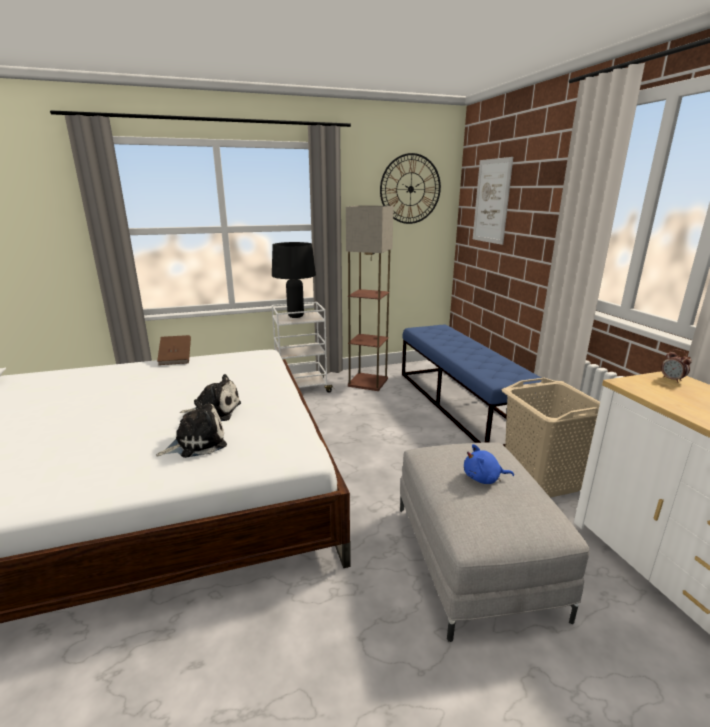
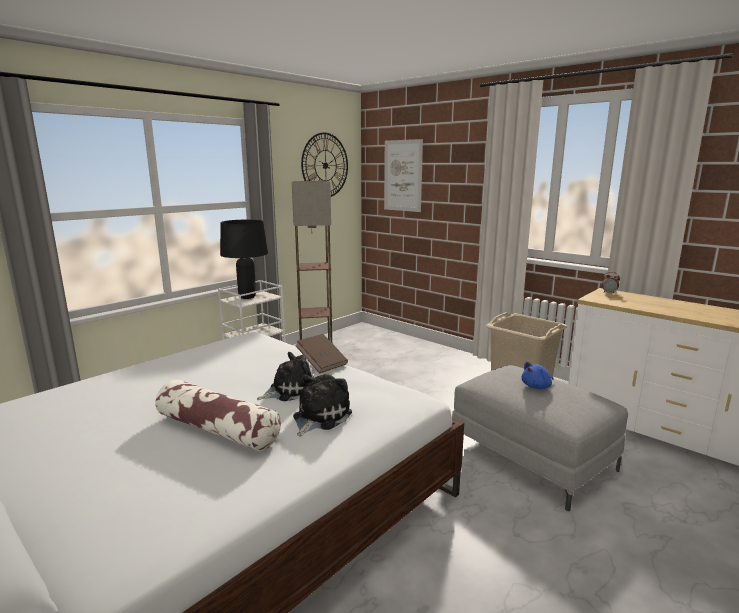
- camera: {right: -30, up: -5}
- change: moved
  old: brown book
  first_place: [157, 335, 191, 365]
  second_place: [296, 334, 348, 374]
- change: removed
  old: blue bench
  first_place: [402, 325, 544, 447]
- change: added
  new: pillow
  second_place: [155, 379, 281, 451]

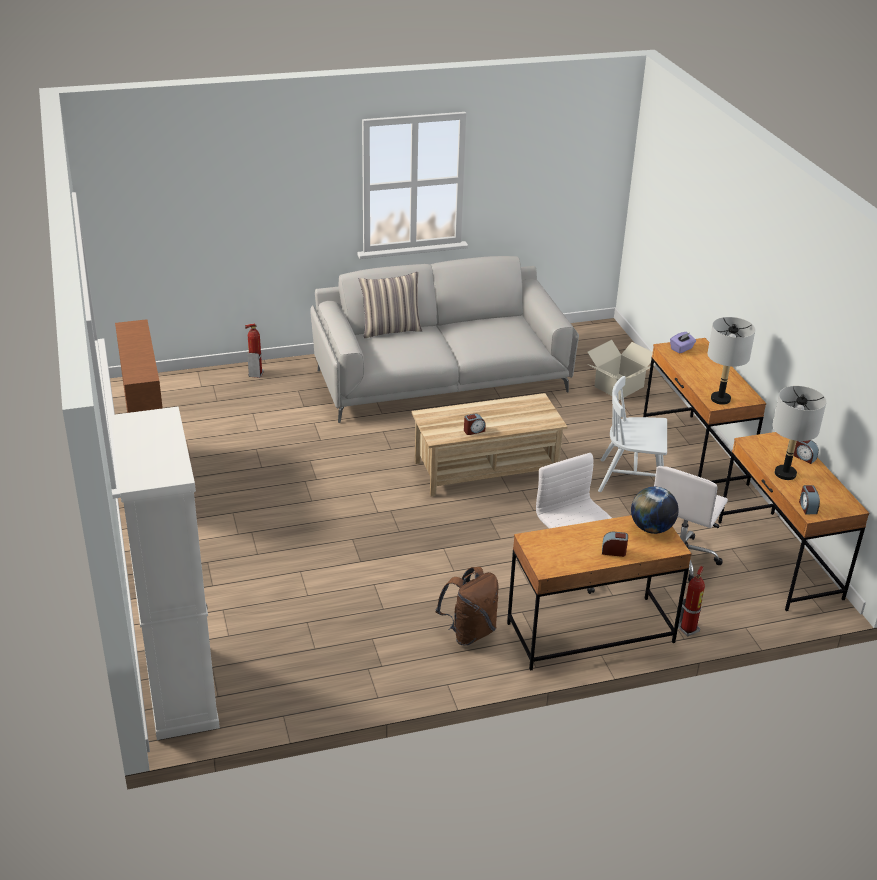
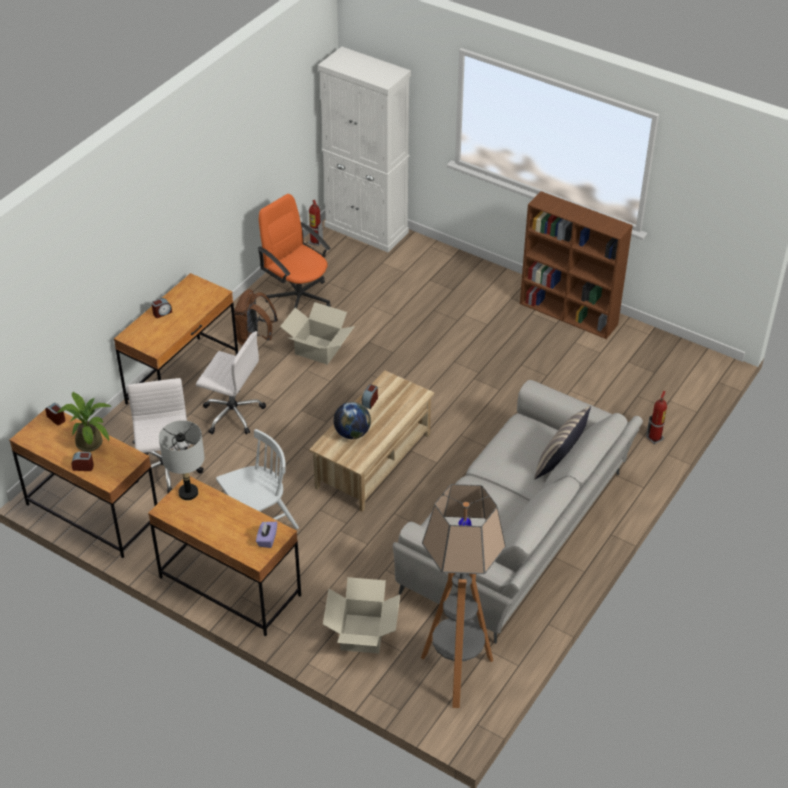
- camera: {right: 140, up: 10}
- change: moved
  old: globe
  first_place: [631, 487, 679, 534]
  second_place: [333, 402, 371, 439]
- change: moved
  old: fire extinguisher
  first_place: [678, 566, 705, 637]
  second_place: [309, 200, 323, 246]
- change: replaced
  old: grey table lamp
  new: potted plant
  first_place: [773, 386, 827, 480]
  second_place: [57, 391, 112, 452]
- change: added
  new: orange office chair
  second_place: [257, 194, 331, 308]
- change: added
  new: cardboard box
  second_place: [280, 302, 355, 365]
- change: added
  new: floor lamp
  second_place: [421, 484, 506, 708]

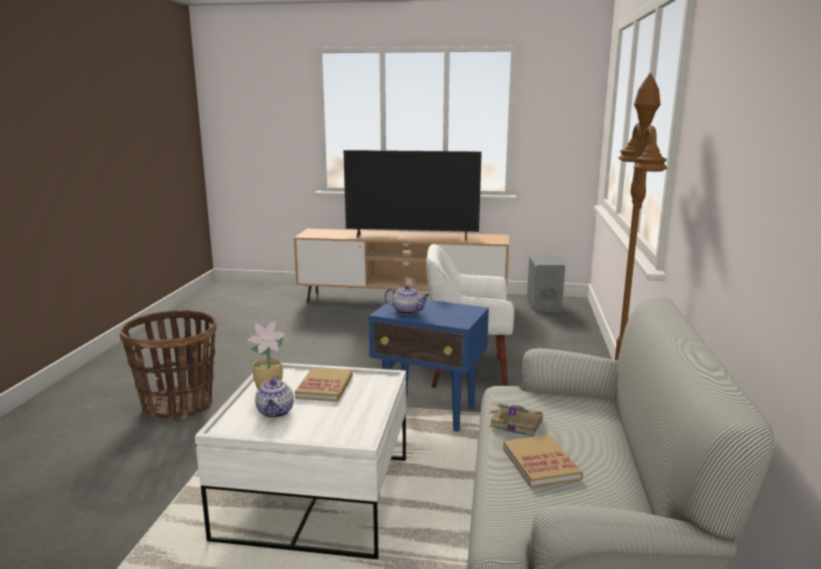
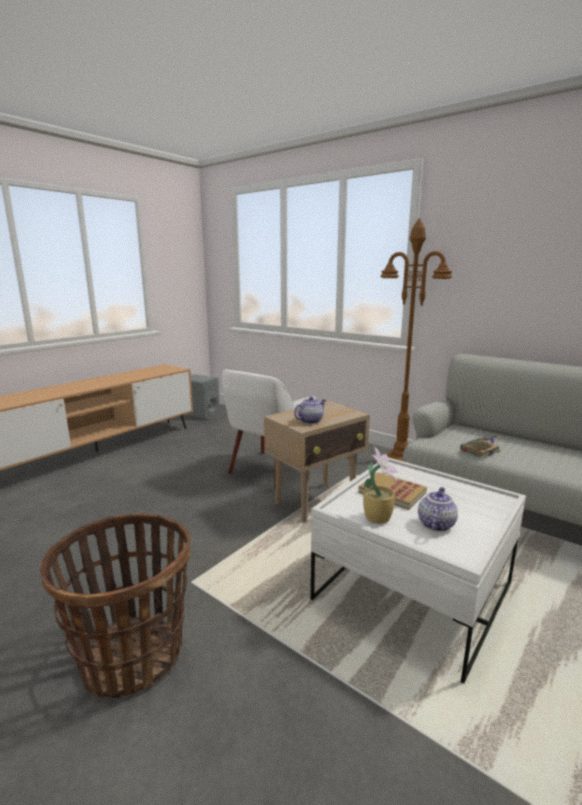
- camera: {right: -60, up: 0}
- change: turned
  old: teapot
  first_place: [255, 375, 294, 418]
  second_place: [418, 487, 458, 532]
  degrees: -90
- change: removed
  old: television
  first_place: [344, 150, 482, 240]
- change: recoloured
  old: blue side table
  new: beige side table
  first_place: [369, 299, 489, 432]
  second_place: [264, 401, 370, 522]
- change: removed
  old: book
  first_place: [503, 435, 583, 488]

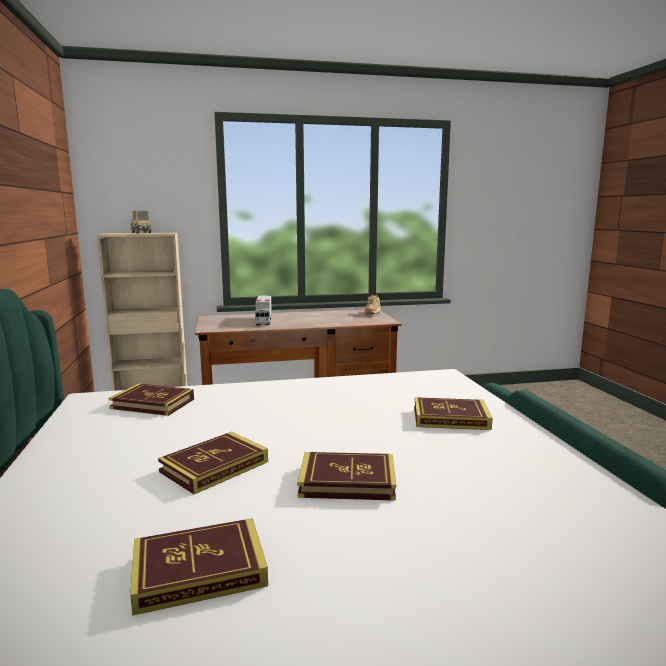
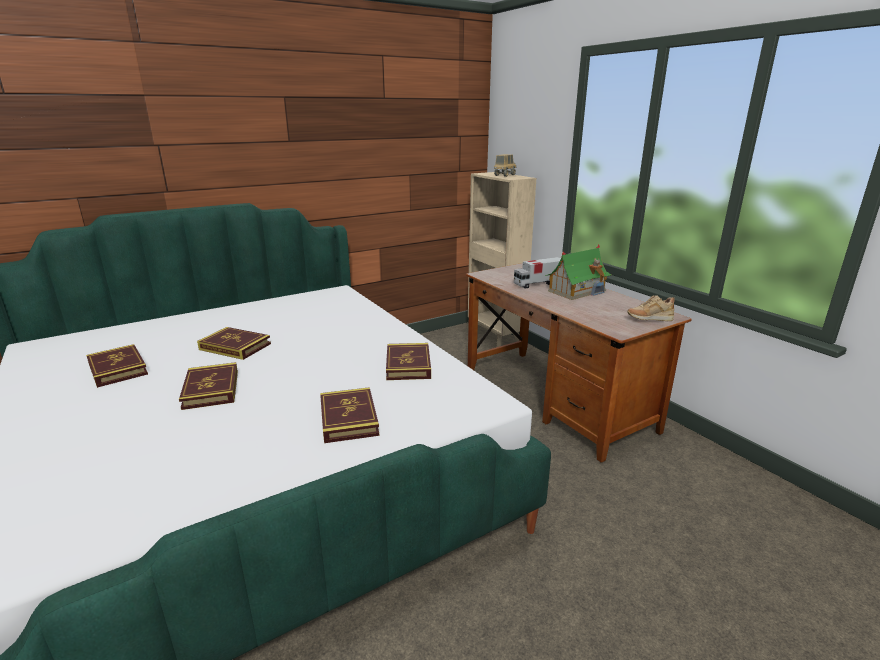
- camera: {right: 70, up: 10}
- change: moved
  old: book
  first_place: [109, 383, 194, 416]
  second_place: [386, 343, 431, 380]
- change: added
  new: toy house
  second_place: [545, 245, 612, 300]

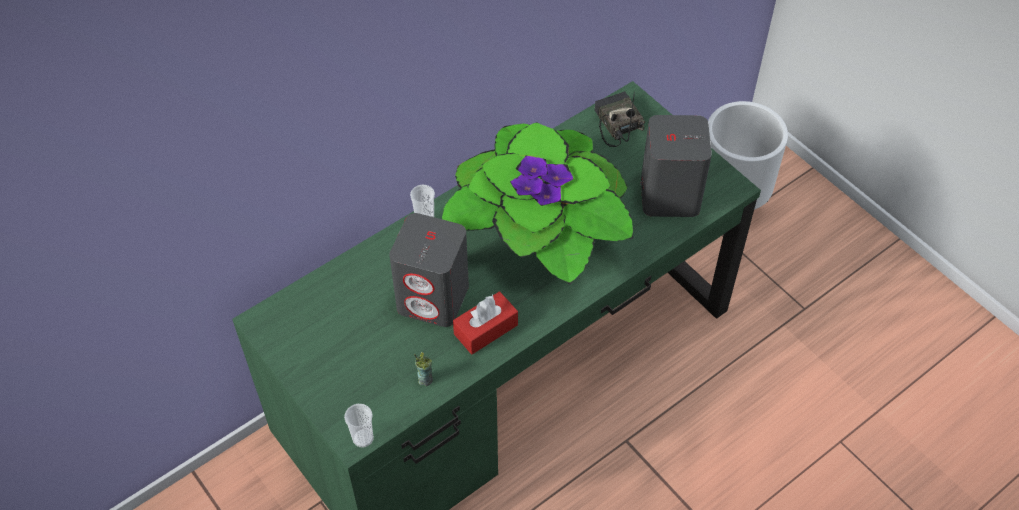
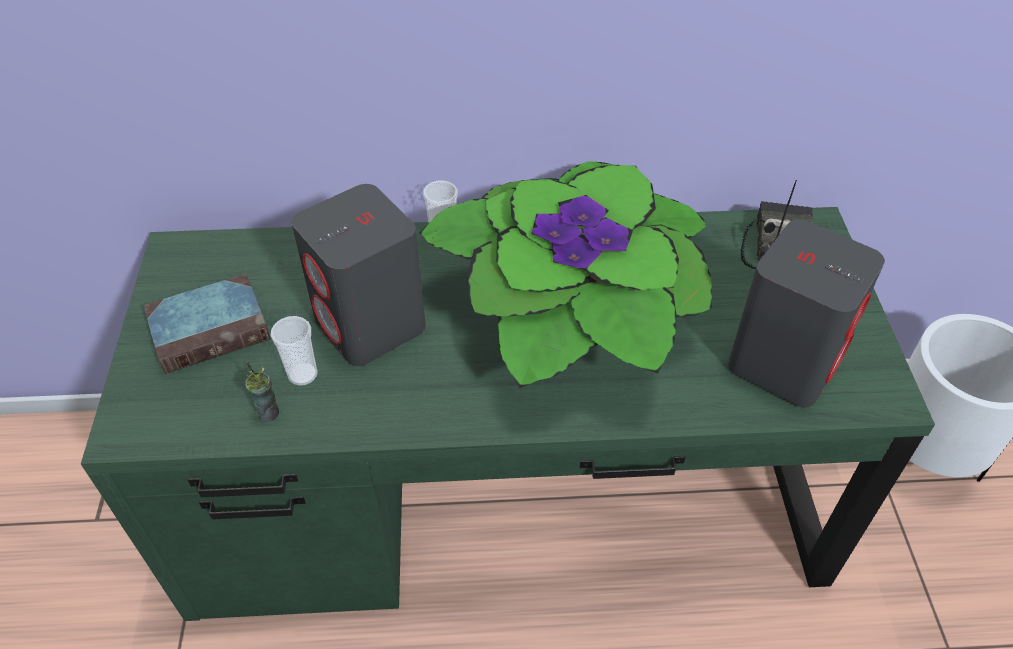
- camera: {right: 35, up: -5}
- change: moved
  old: cup
  first_place: [344, 404, 374, 448]
  second_place: [271, 316, 317, 386]
- change: removed
  old: red tissue box
  first_place: [453, 291, 518, 354]
- change: added
  new: book
  second_place: [143, 274, 271, 374]

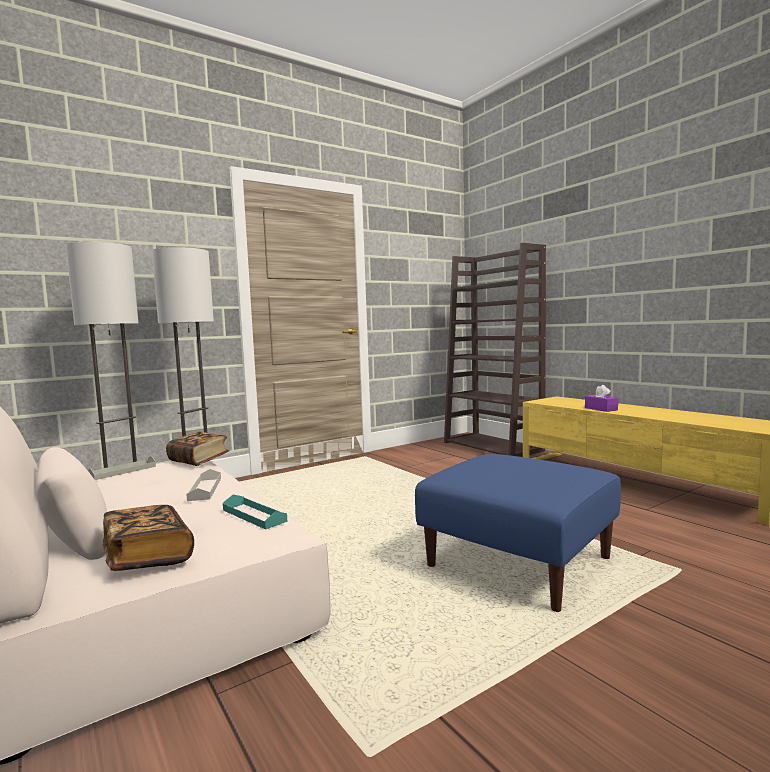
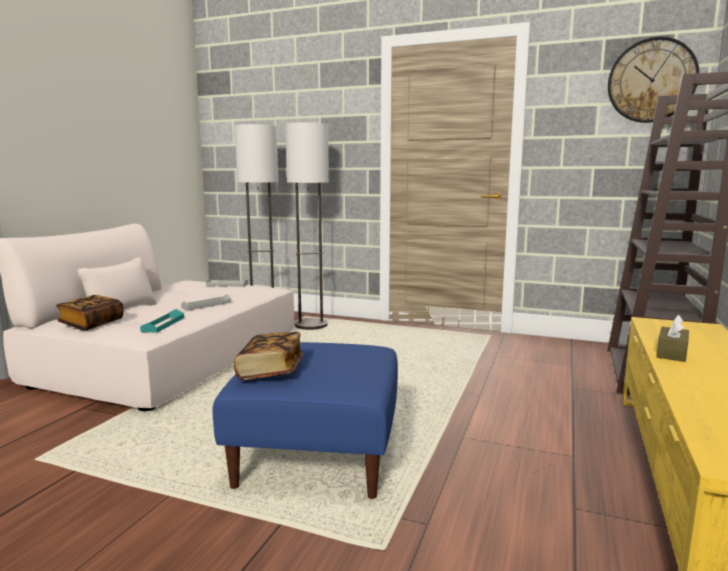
- camera: {right: 55, up: 5}
- change: moved
  old: book
  first_place: [166, 432, 229, 466]
  second_place: [234, 332, 303, 380]
- change: recoloured
  old: purple tissue box
  new: brown tissue box
  first_place: [585, 385, 618, 412]
  second_place: [656, 315, 689, 362]
- change: added
  new: wall clock
  second_place: [608, 37, 699, 123]

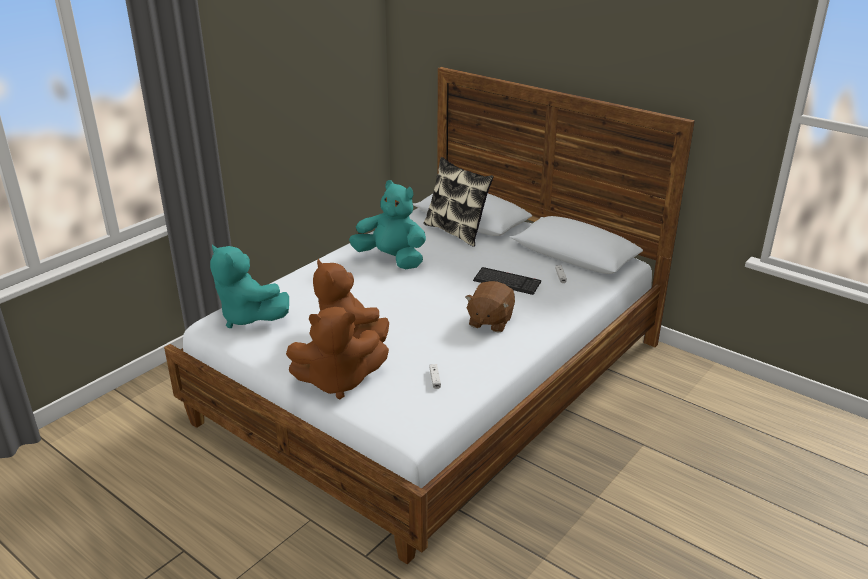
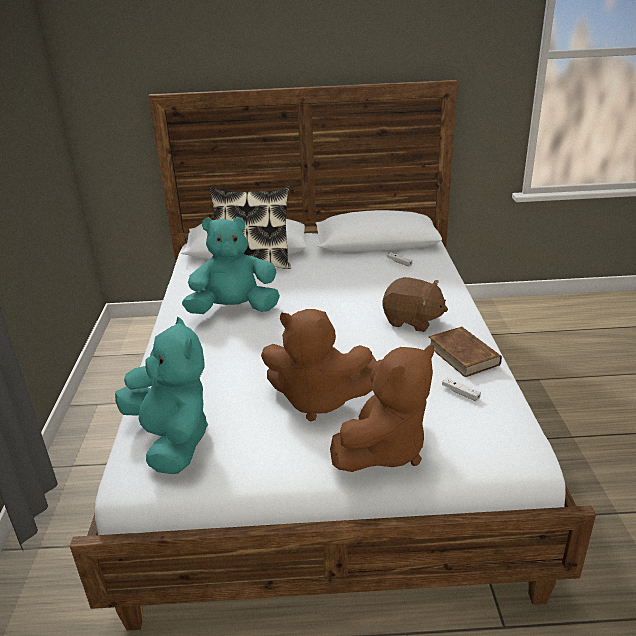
- camera: {right: -40, up: 0}
- change: turned
  old: turquoise plush toy
  first_place: [210, 245, 289, 328]
  second_place: [115, 317, 208, 474]
  degrees: -120
- change: turned
  old: brown plush toy
  first_place: [465, 281, 515, 333]
  second_place: [383, 277, 448, 332]
  degrees: -45
- change: removed
  old: keyboard
  first_place: [473, 267, 541, 295]
- change: added
  new: brown book
  second_place: [429, 326, 502, 377]

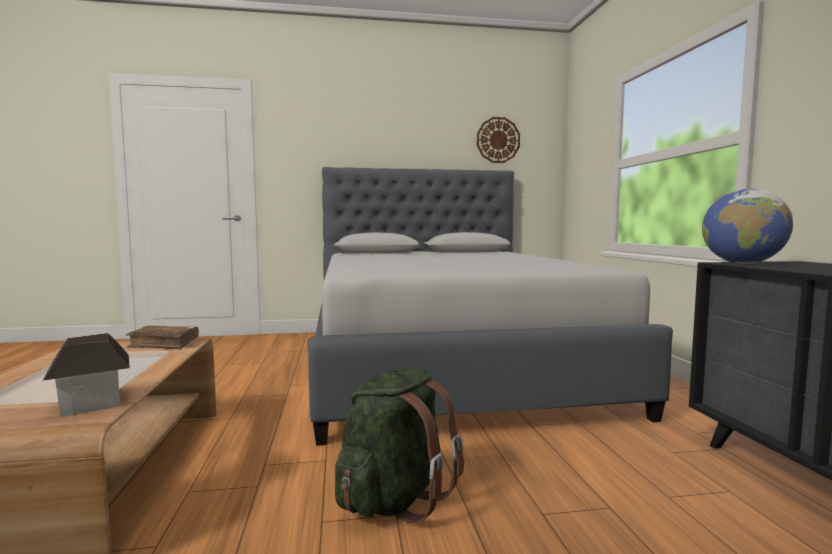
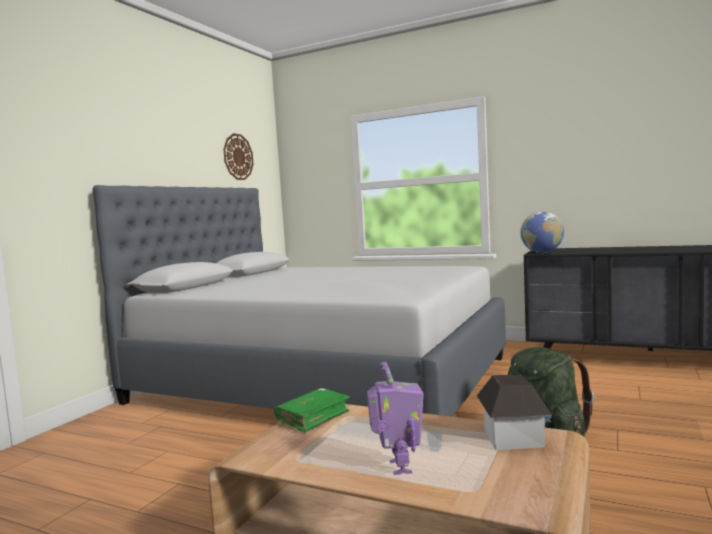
- camera: {right: -55, up: 0}
- change: recoloured
  old: brown book
  new: green book
  first_place: [126, 326, 199, 349]
  second_place: [274, 388, 350, 433]
- change: added
  new: toy robot
  second_place: [367, 361, 424, 475]

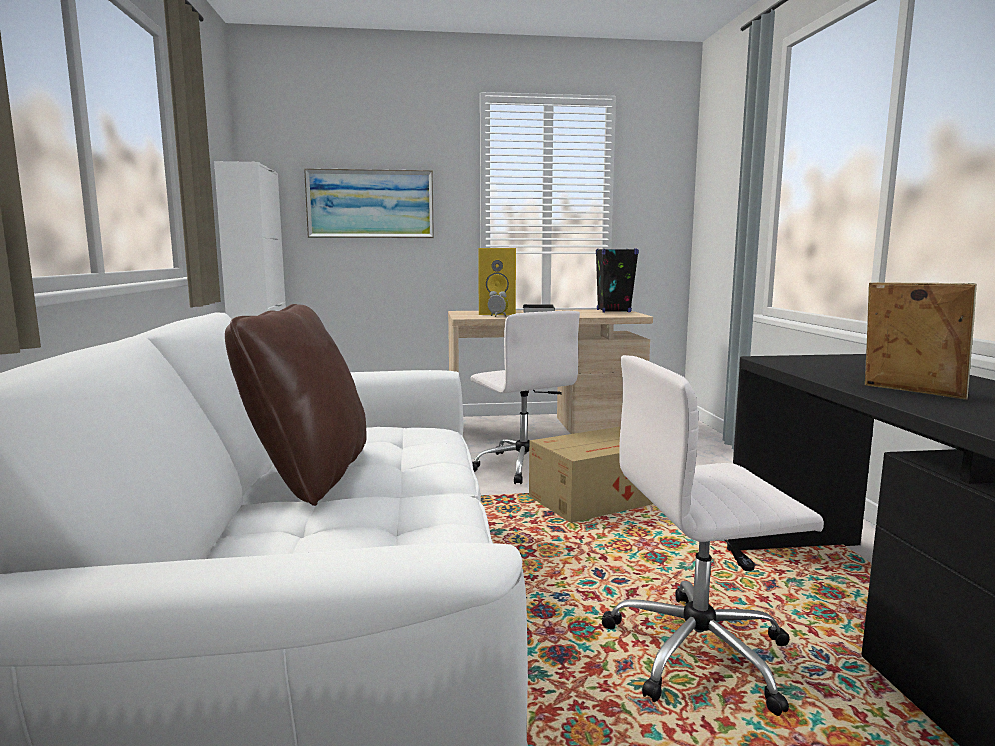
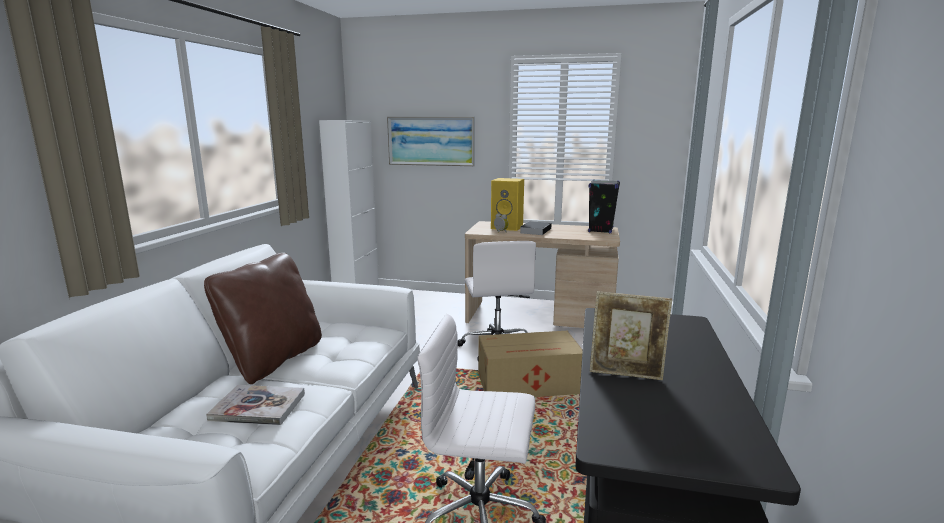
- camera: {right: 20, up: 5}
- change: turned
  old: picture frame
  first_place: [865, 282, 977, 400]
  second_place: [590, 291, 672, 380]
  degrees: 120
- change: added
  new: book
  second_place: [206, 385, 305, 425]

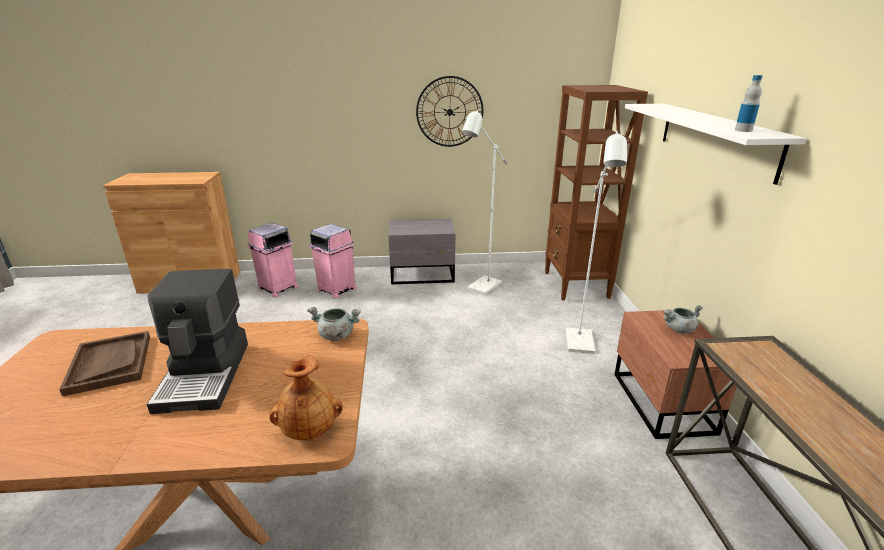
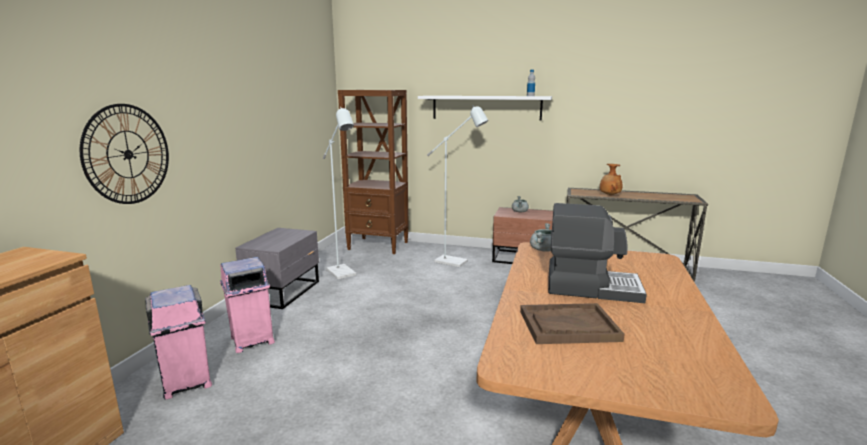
- camera: {right: -70, up: -10}
- change: moved
  old: brown vase
  first_place: [269, 355, 343, 440]
  second_place: [600, 164, 622, 195]
- change: moved
  old: wall clock
  first_place: [416, 76, 484, 147]
  second_place: [80, 104, 169, 204]

